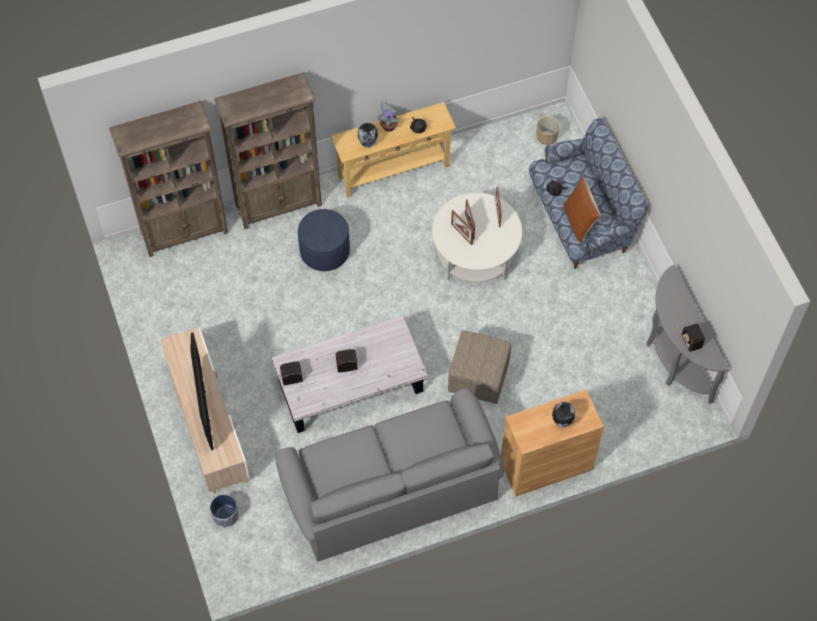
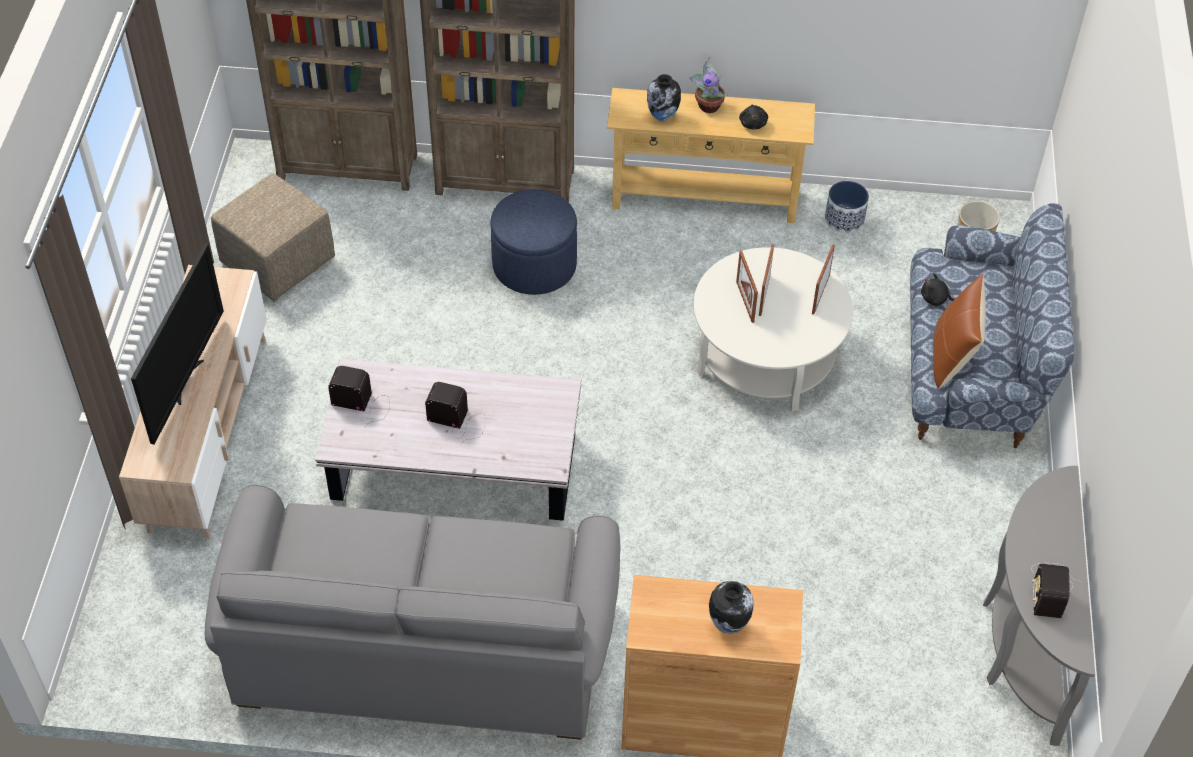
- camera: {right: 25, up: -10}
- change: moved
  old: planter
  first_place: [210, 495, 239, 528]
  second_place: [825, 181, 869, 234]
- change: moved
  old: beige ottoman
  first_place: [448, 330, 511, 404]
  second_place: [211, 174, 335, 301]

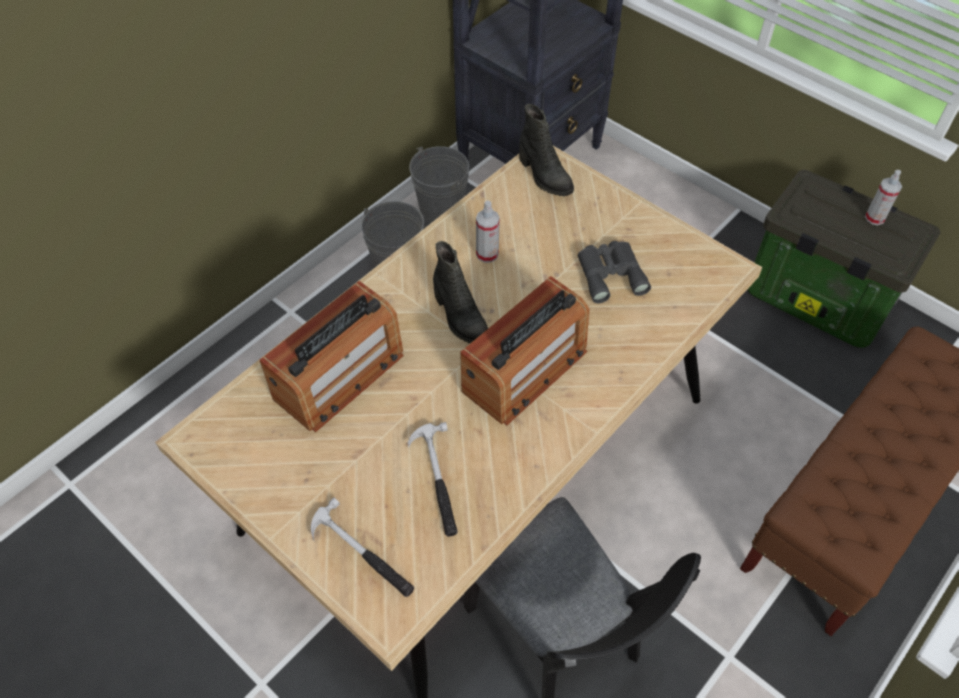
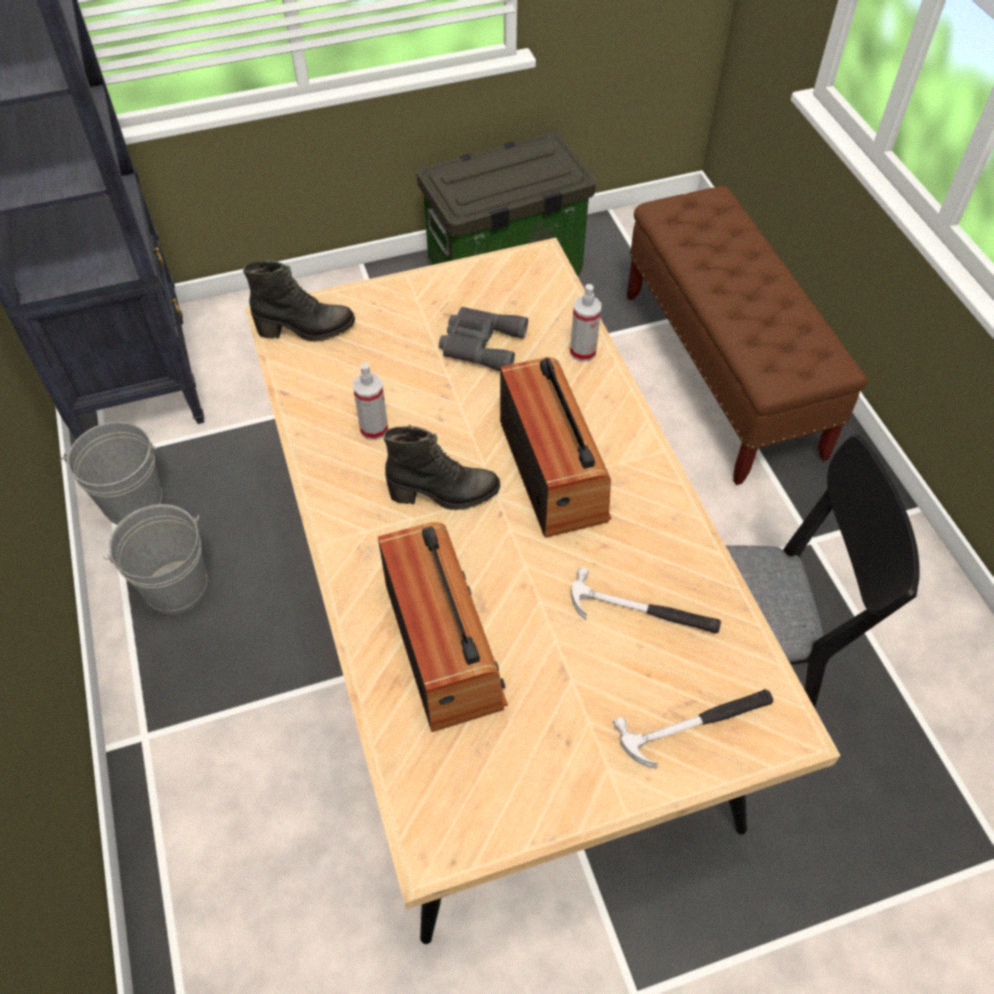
- camera: {right: -60, up: 0}
- change: moved
  old: spray bottle
  first_place: [865, 170, 902, 225]
  second_place: [570, 284, 602, 362]

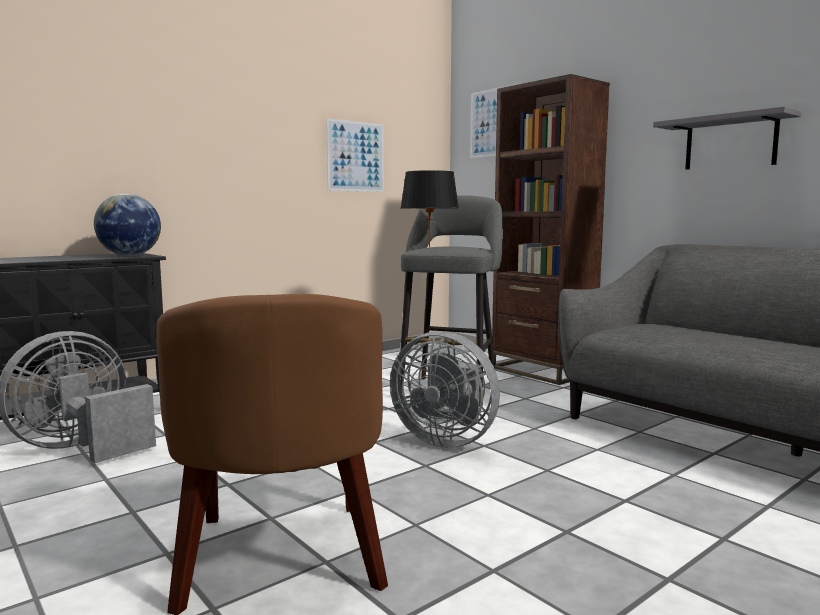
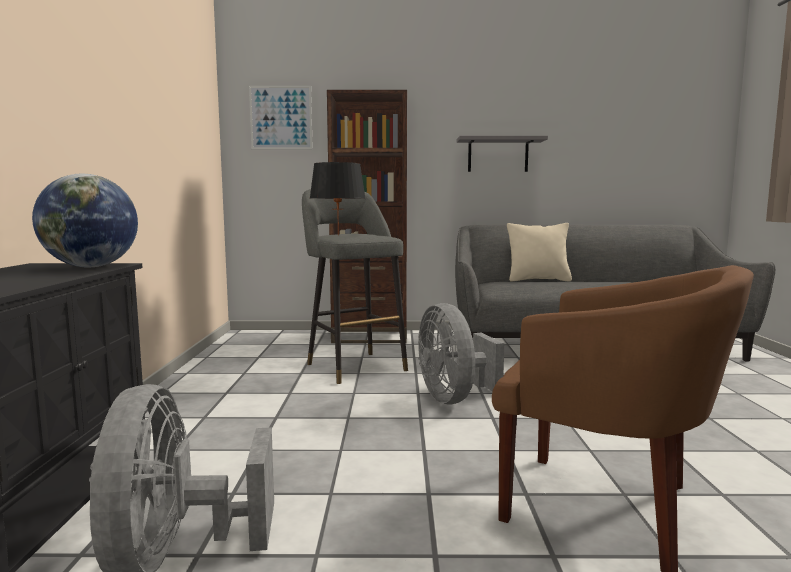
- camera: {right: -50, up: 0}
- change: removed
  old: picture
  first_place: [326, 118, 384, 192]
- change: turned
  old: grey fan
  first_place: [390, 331, 500, 448]
  second_place: [418, 303, 504, 404]
  degrees: 90
- change: added
  new: beige pillow
  second_place: [507, 223, 572, 281]

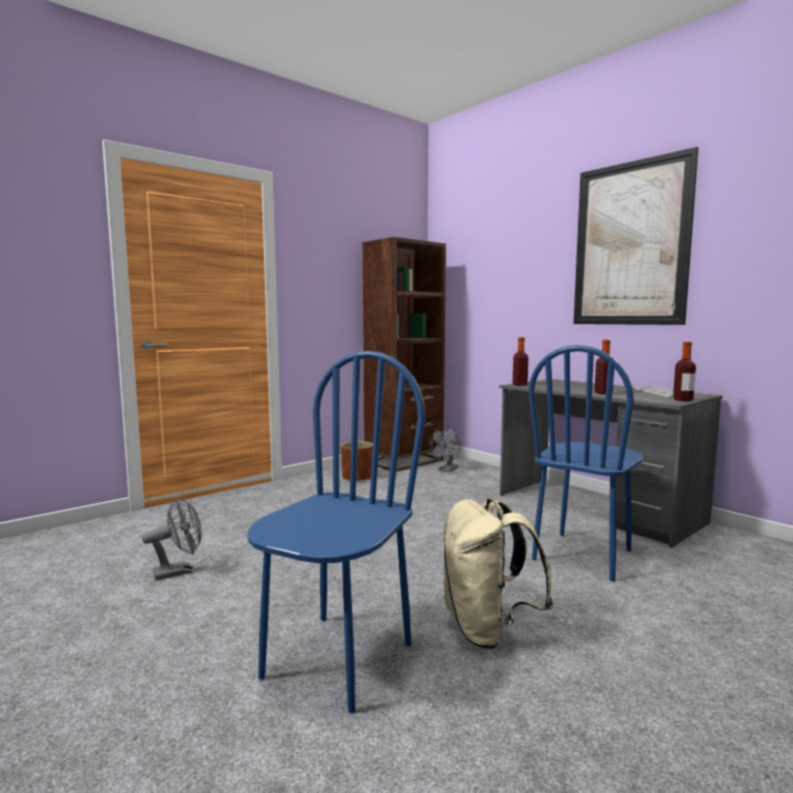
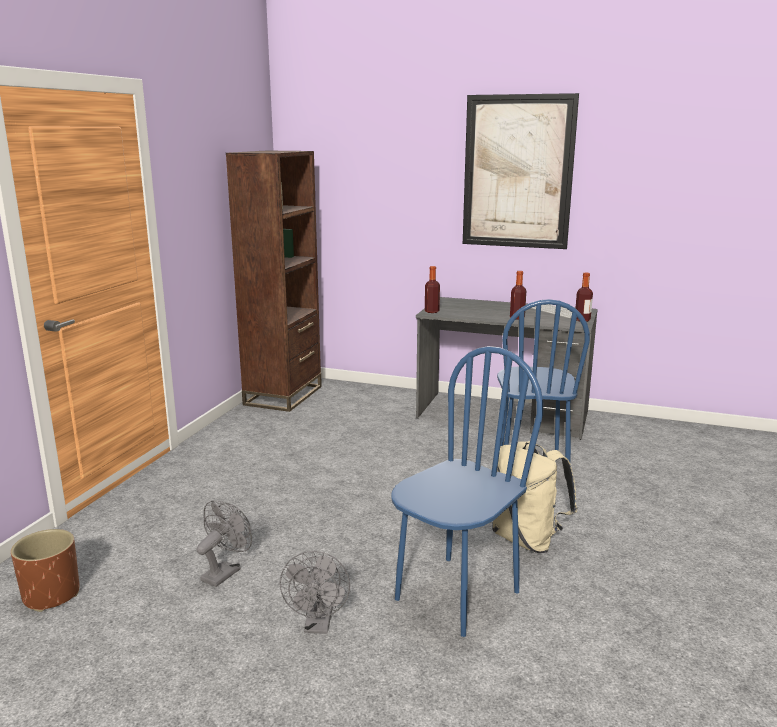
- camera: {right: -30, up: 10}
- change: turned
  old: blue chair
  first_place: [247, 351, 425, 713]
  second_place: [391, 346, 543, 637]
  degrees: 45
- change: moved
  old: brown planter
  first_place: [341, 441, 373, 482]
  second_place: [11, 529, 80, 612]
- change: moved
  old: grey fan
  first_place: [429, 426, 461, 472]
  second_place: [279, 551, 350, 634]

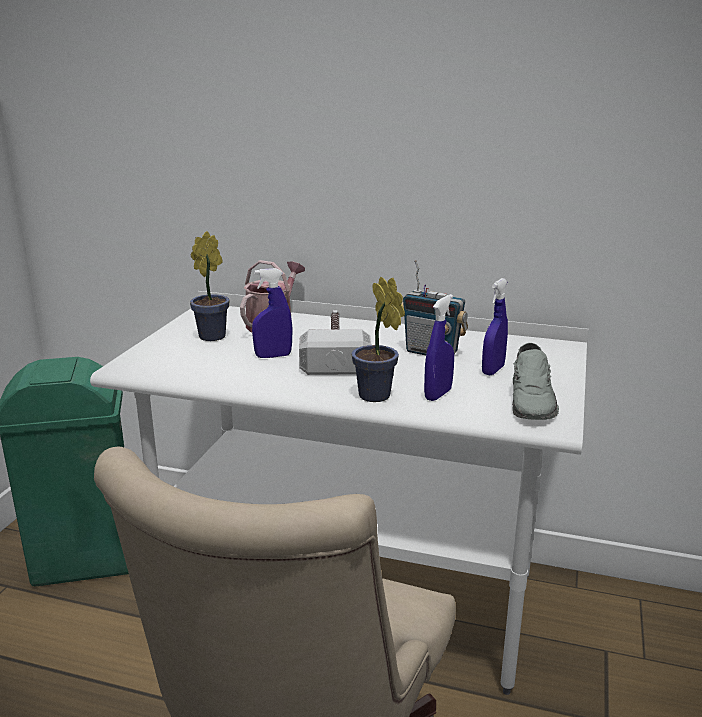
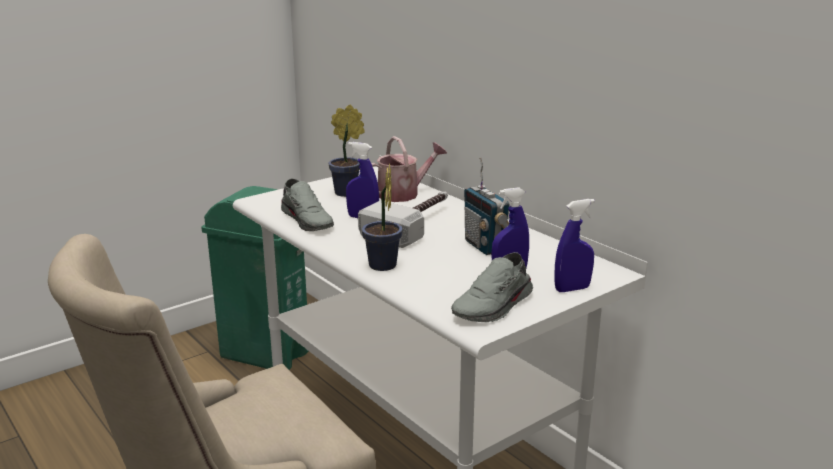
- camera: {right: 35, up: 0}
- change: moved
  old: blue spray bottle
  first_place: [424, 294, 454, 401]
  second_place: [554, 199, 595, 292]
- change: added
  new: grey shoe
  second_place: [281, 179, 334, 231]

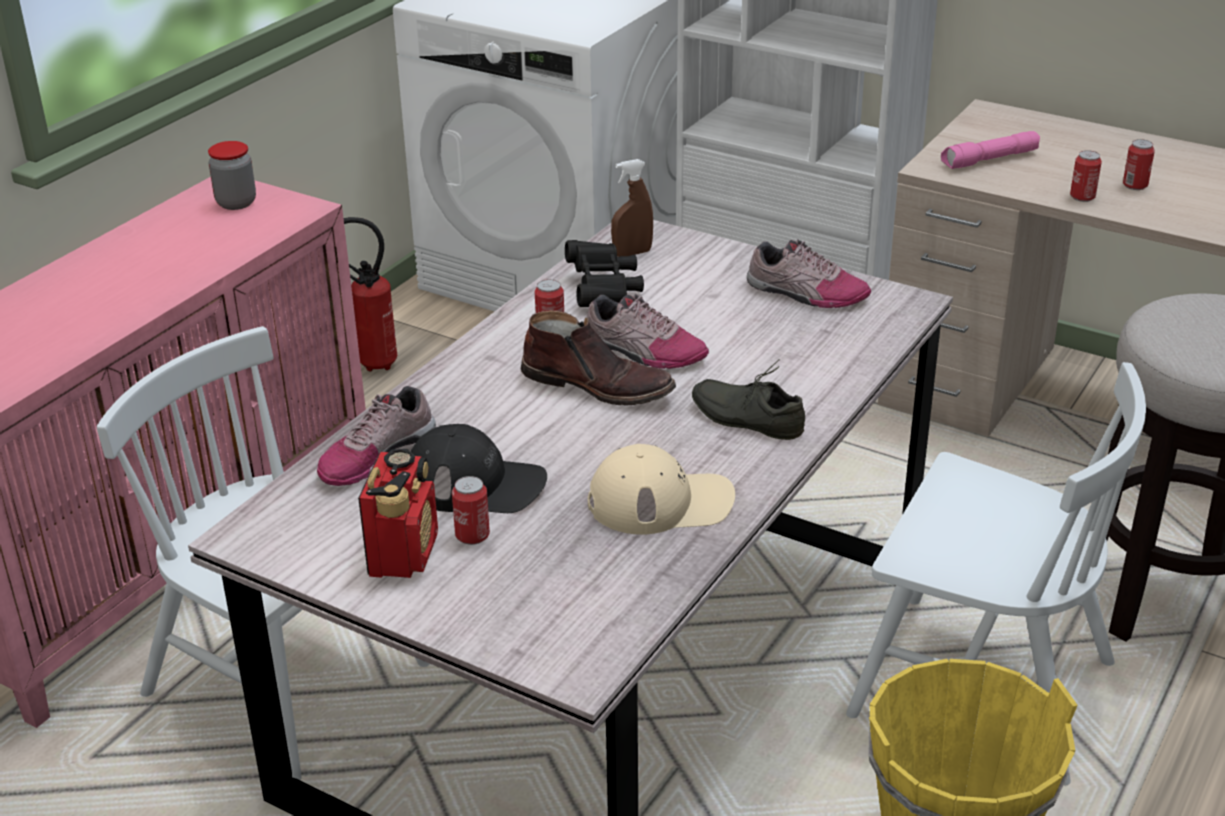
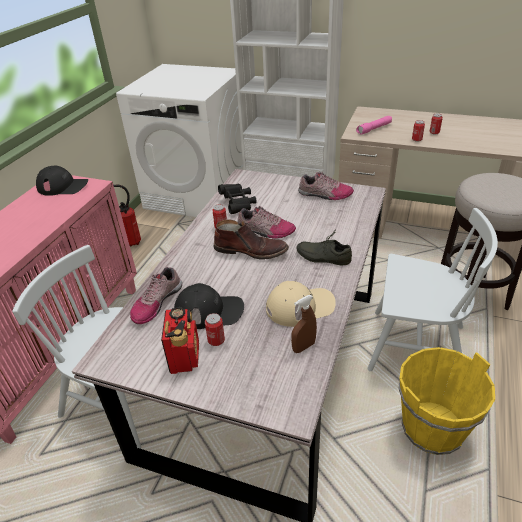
- camera: {right: -10, up: 5}
- change: replaced
  old: jar
  new: black cap
  first_place: [208, 141, 256, 210]
  second_place: [36, 166, 88, 196]
- change: moved
  old: brown spray bottle
  first_place: [611, 159, 653, 257]
  second_place: [291, 295, 317, 353]

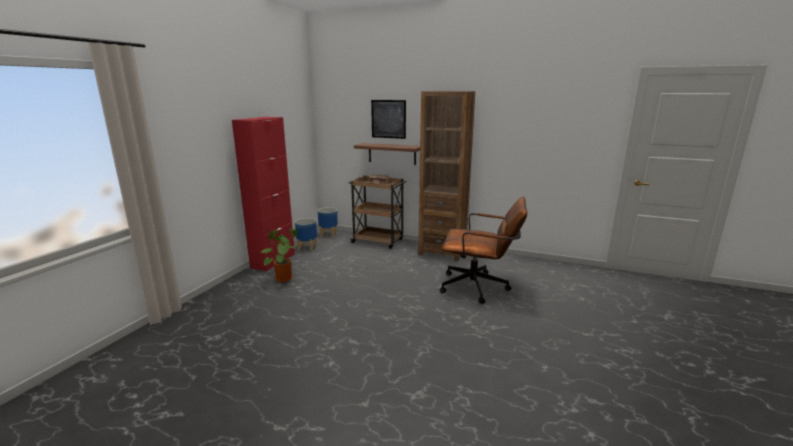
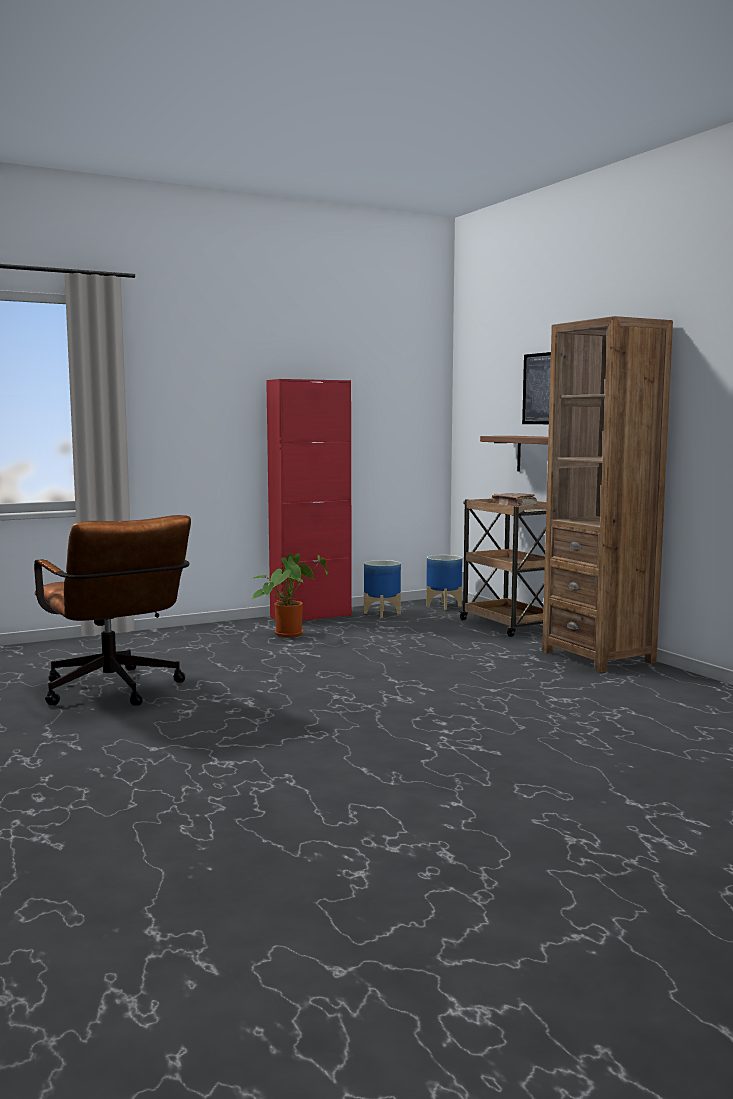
- camera: {right: 40, up: -10}
- change: moved
  old: brown office chair
  first_place: [440, 197, 527, 304]
  second_place: [34, 515, 191, 706]

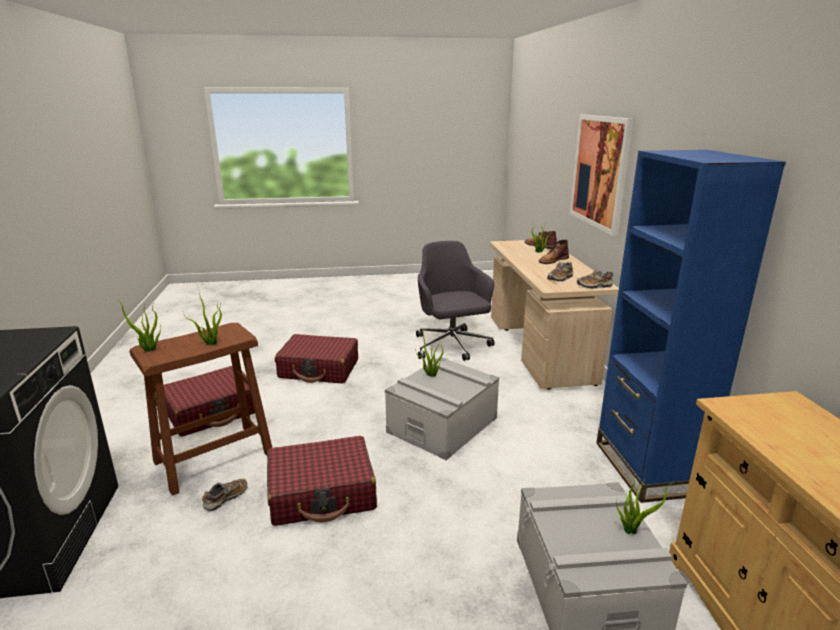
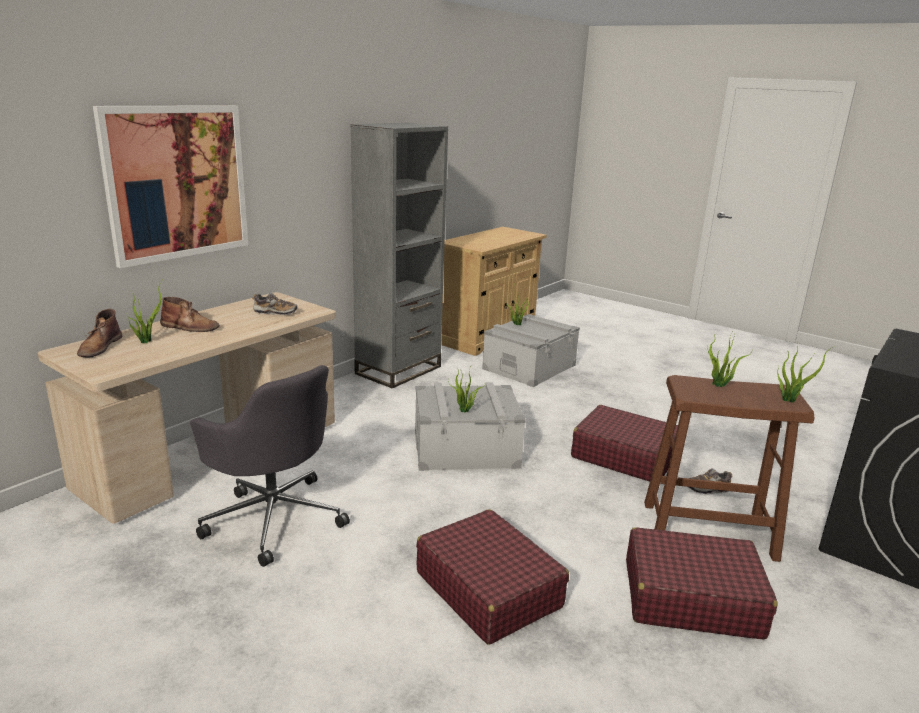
- camera: {right: -135, up: 0}
- change: turned
  old: grey office chair
  first_place: [416, 241, 495, 361]
  second_place: [190, 365, 350, 567]
  degrees: -75
- change: removed
  old: shoe
  first_place: [577, 269, 614, 289]
- change: recoloured
  old: blue bookcase
  new: grey bookcase
  first_place: [597, 150, 786, 503]
  second_place: [350, 123, 448, 388]

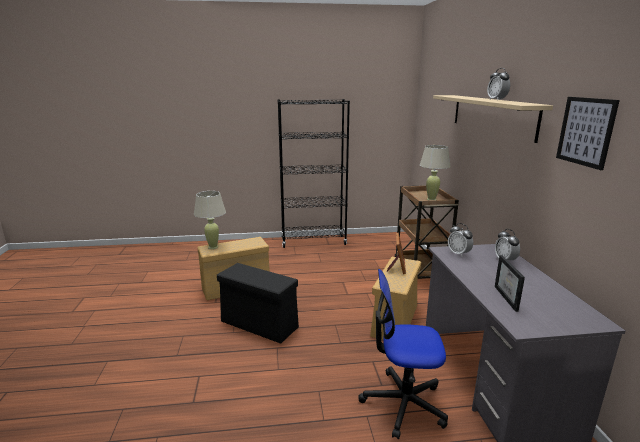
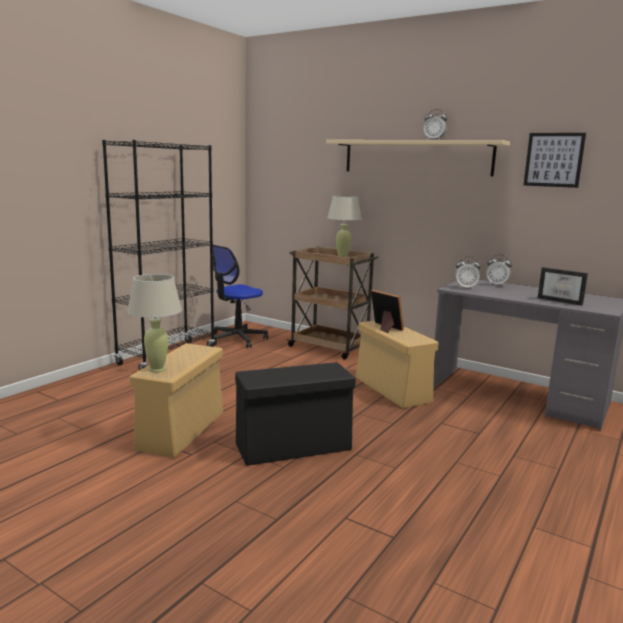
- camera: {right: -50, up: -5}
- change: moved
  old: office chair
  first_place: [359, 269, 448, 439]
  second_place: [213, 245, 268, 348]

